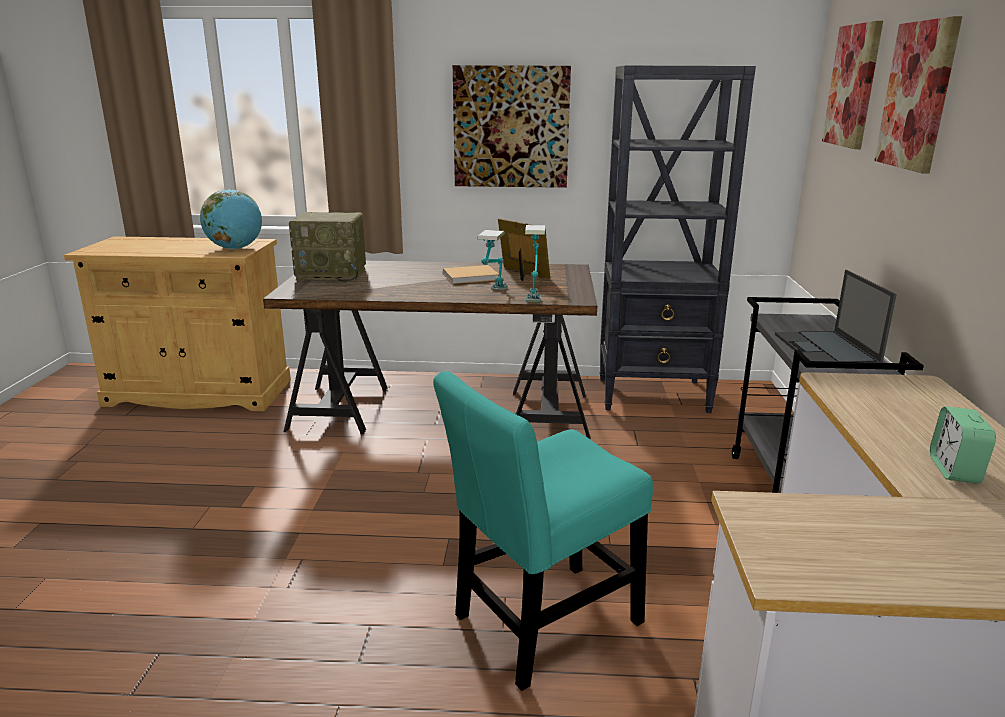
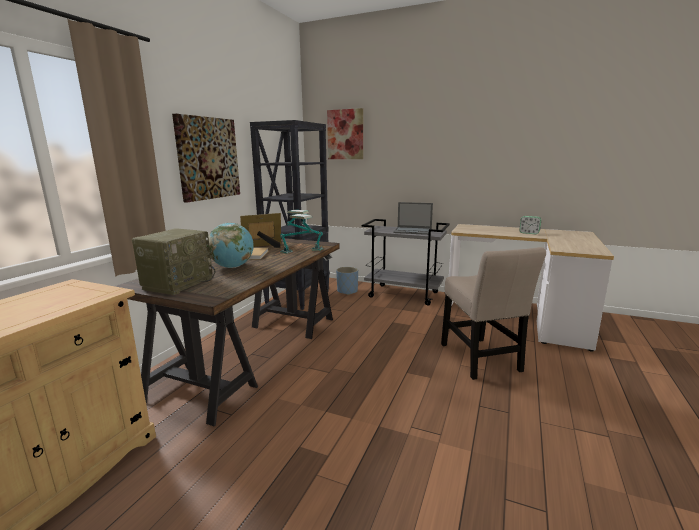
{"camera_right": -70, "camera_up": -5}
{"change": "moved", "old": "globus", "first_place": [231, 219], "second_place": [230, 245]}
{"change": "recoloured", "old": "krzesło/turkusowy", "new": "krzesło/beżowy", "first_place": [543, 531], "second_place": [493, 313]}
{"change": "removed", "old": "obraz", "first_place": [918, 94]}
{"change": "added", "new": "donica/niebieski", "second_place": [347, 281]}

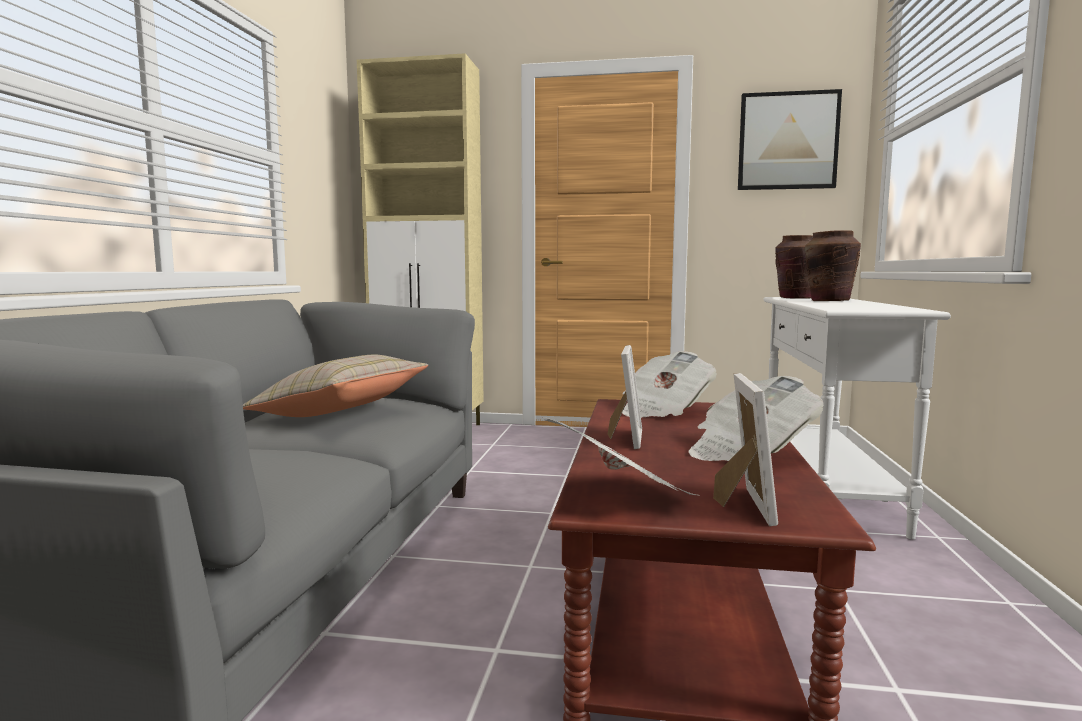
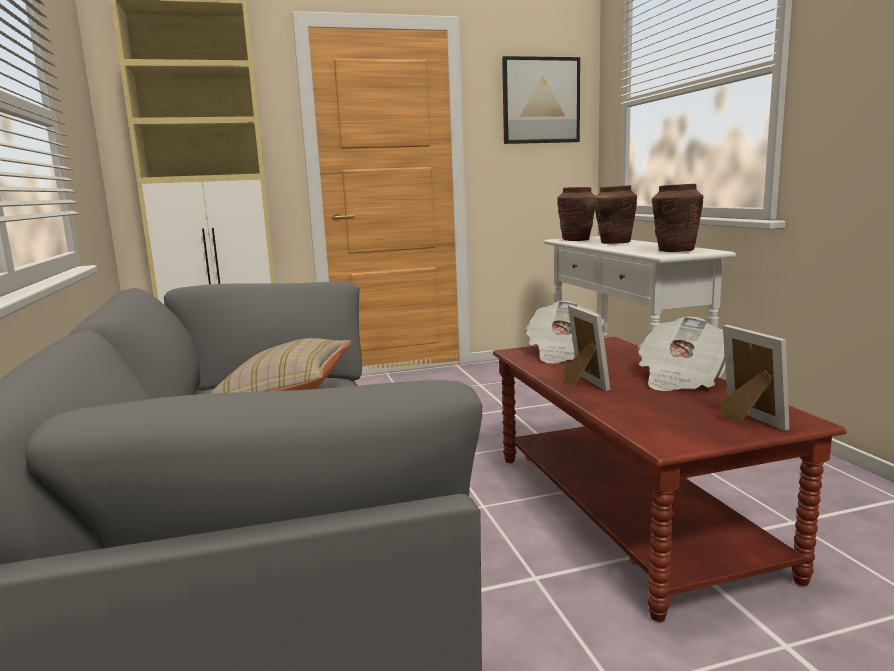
{"camera_right": -25, "camera_up": 5}
{"change": "removed", "old": "gazeta", "first_place": [622, 456]}
{"change": "added", "new": "wazon/brązowy", "second_place": [678, 218]}

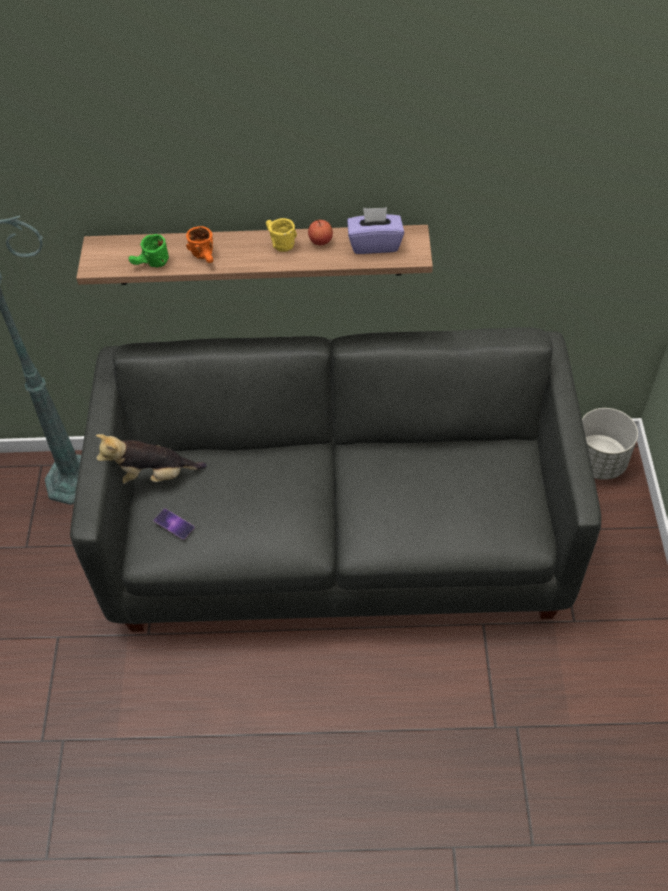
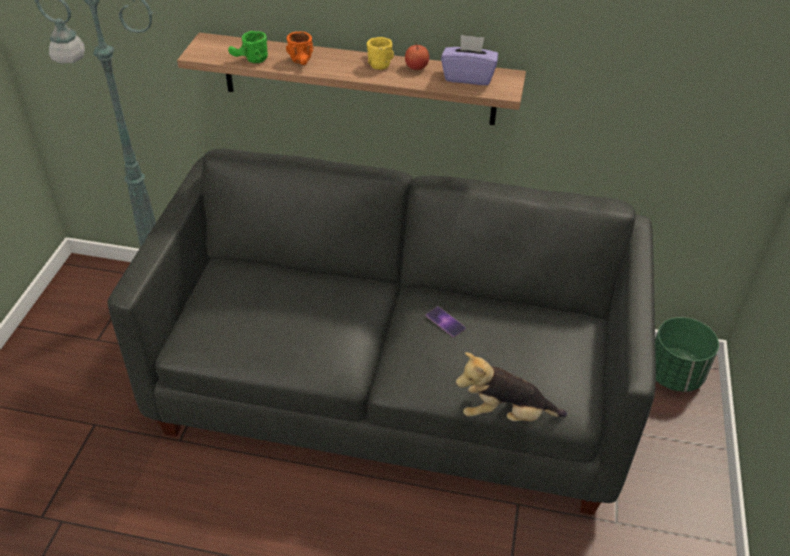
{"camera_right": 10, "camera_up": -10}
{"change": "moved", "old": "pluszak", "first_place": [151, 459], "second_place": [511, 386]}
{"change": "moved", "old": "telefon", "first_place": [174, 524], "second_place": [445, 321]}
{"change": "recoloured", "old": "donica/szary", "new": "donica/zielony", "first_place": [610, 444], "second_place": [687, 354]}

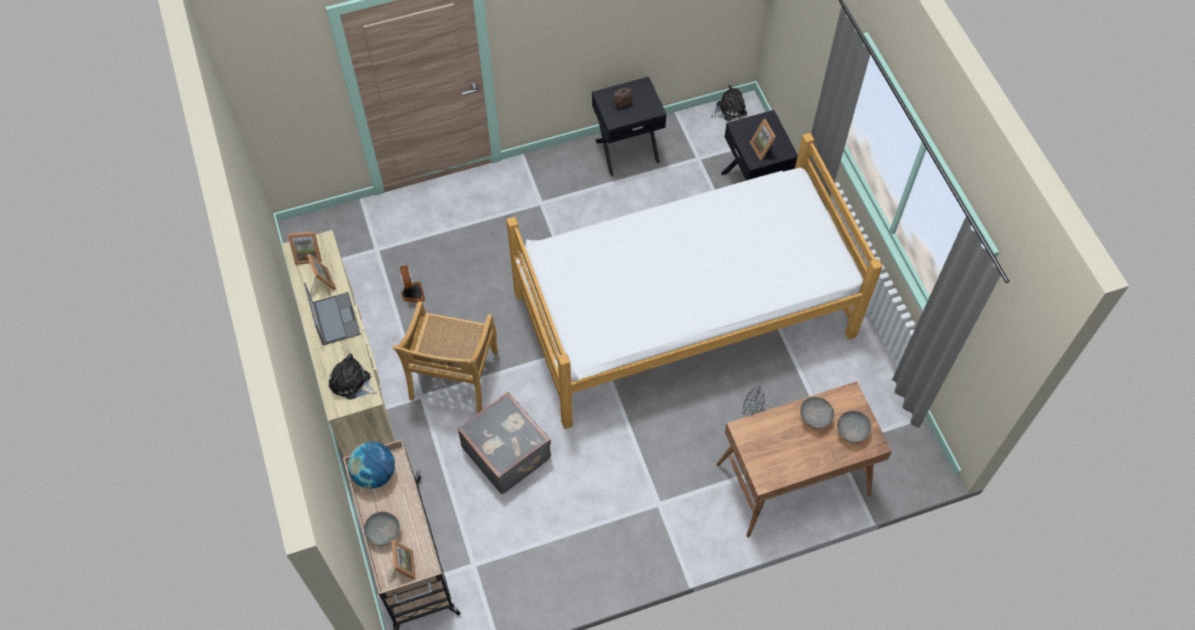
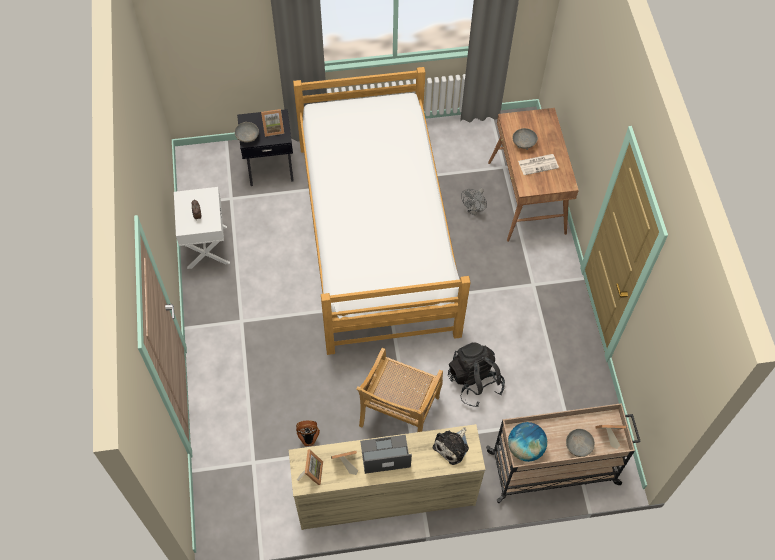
{"camera_right": -80, "camera_up": 0}
{"change": "turned", "old": "krzesło/beżowy", "first_place": [445, 357], "second_place": [399, 390], "degrees": 90}
{"change": "replaced", "old": "walizka/szary", "new": "plecak/czarny", "first_place": [504, 443], "second_place": [476, 374]}
{"change": "recoloured", "old": "szafka nocna/czarny", "new": "szafka nocna/biały", "first_place": [629, 127], "second_place": [202, 228]}
{"change": "removed", "old": "pluszak", "first_place": [729, 103]}
{"change": "moved", "old": "miska/szary", "first_place": [854, 427], "second_place": [247, 132]}
{"change": "added", "new": "gazeta", "second_place": [538, 164]}

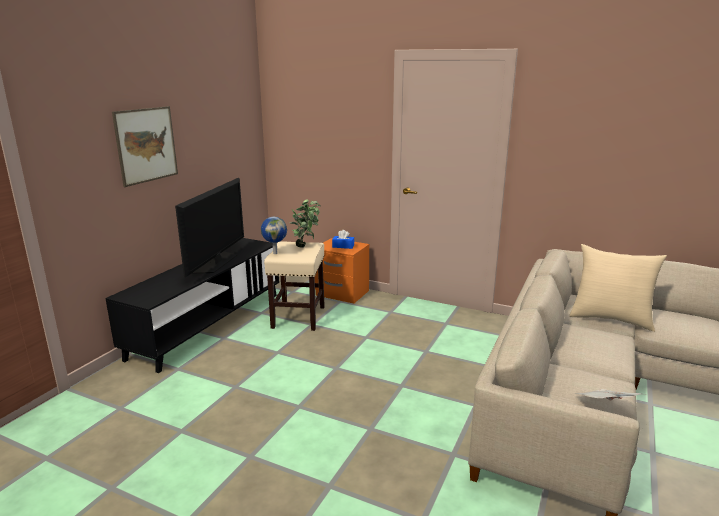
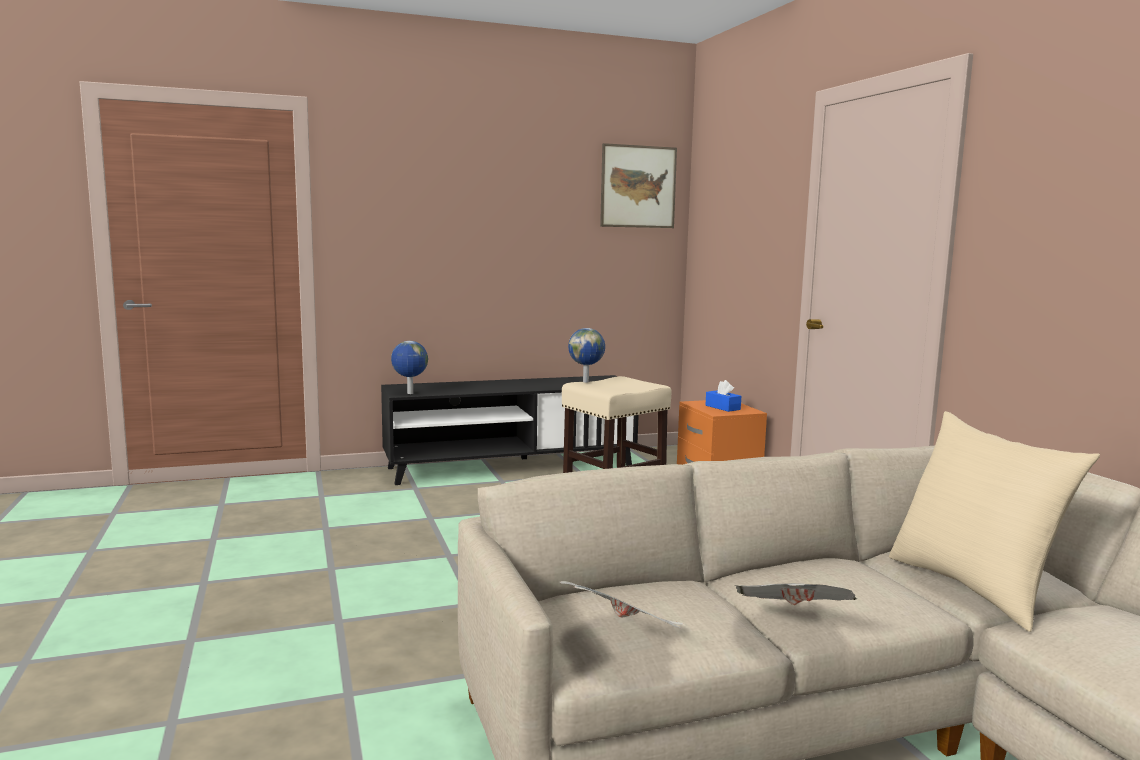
{"camera_right": 45, "camera_up": -10}
{"change": "moved", "old": "obraz", "first_place": [145, 146], "second_place": [638, 185]}
{"change": "removed", "old": "telewizor", "first_place": [209, 227]}
{"change": "removed", "old": "roślina doniczkowa", "first_place": [305, 224]}
{"change": "added", "new": "globus", "second_place": [409, 367]}
{"change": "added", "new": "gazeta", "second_place": [796, 594]}

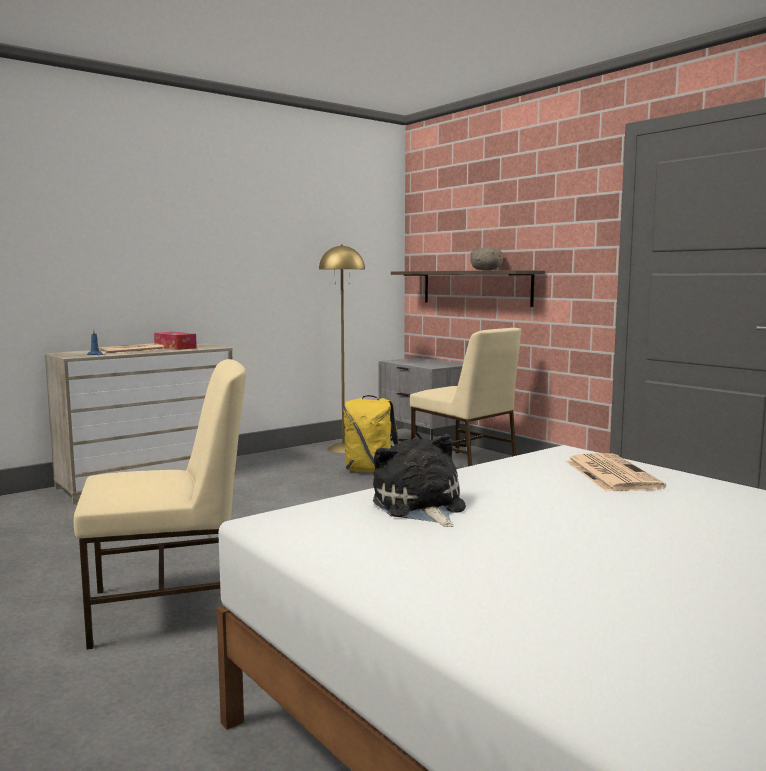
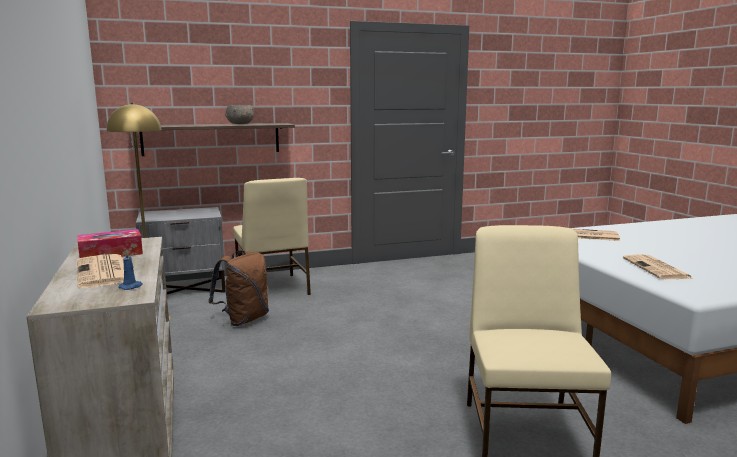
{"camera_right": -70, "camera_up": 5}
{"change": "recoloured", "old": "plecak/żółty", "new": "plecak/brązowy", "first_place": [371, 433], "second_place": [239, 288]}
{"change": "replaced", "old": "pluszak", "new": "gazeta", "first_place": [419, 480], "second_place": [658, 266]}
{"change": "turned", "old": "krzesło/beżowy", "first_place": [465, 397], "second_place": [272, 236], "degrees": 90}

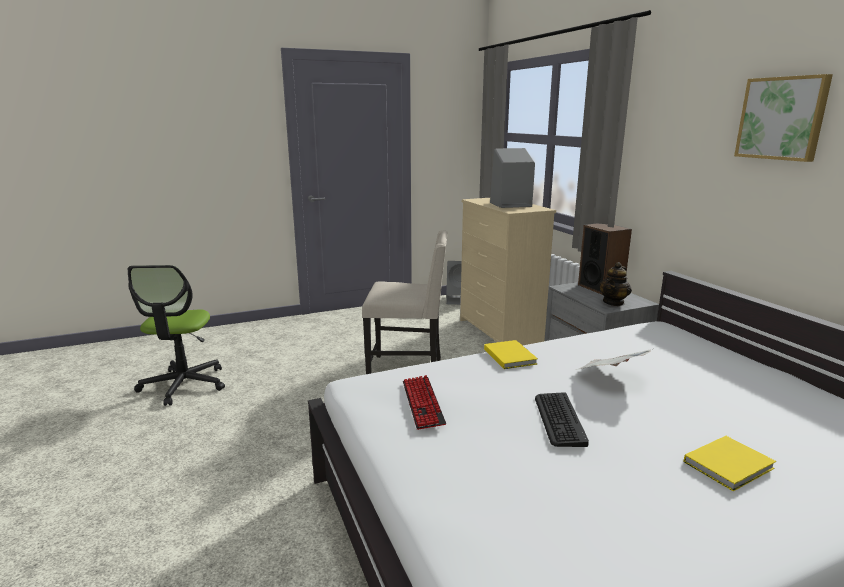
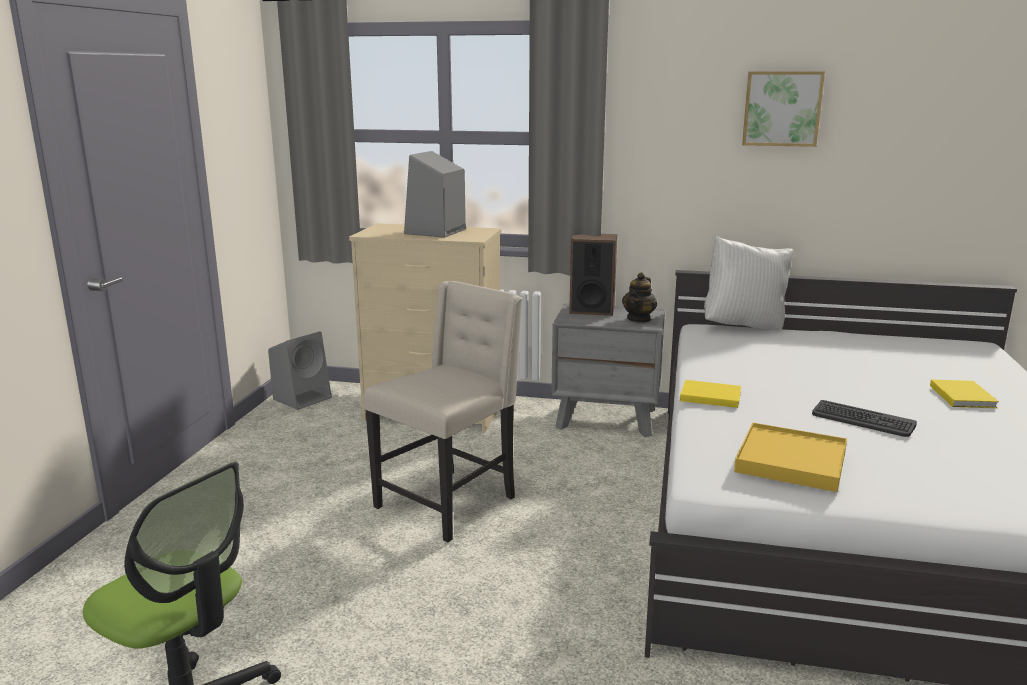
{"camera_right": -55, "camera_up": 0}
{"change": "replaced", "old": "klawiatura", "new": "taca/żółty", "first_place": [424, 402], "second_place": [790, 457]}
{"change": "removed", "old": "gazeta", "first_place": [613, 359]}
{"change": "turned", "old": "imbryk", "first_place": [615, 284], "second_place": [639, 297], "degrees": 45}
{"change": "added", "new": "poduszka/biały", "second_place": [748, 283]}

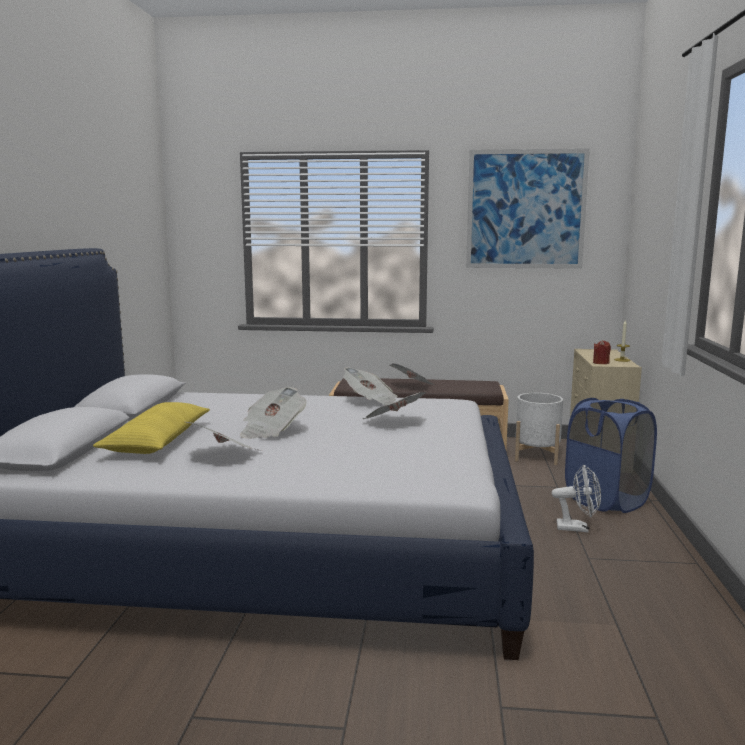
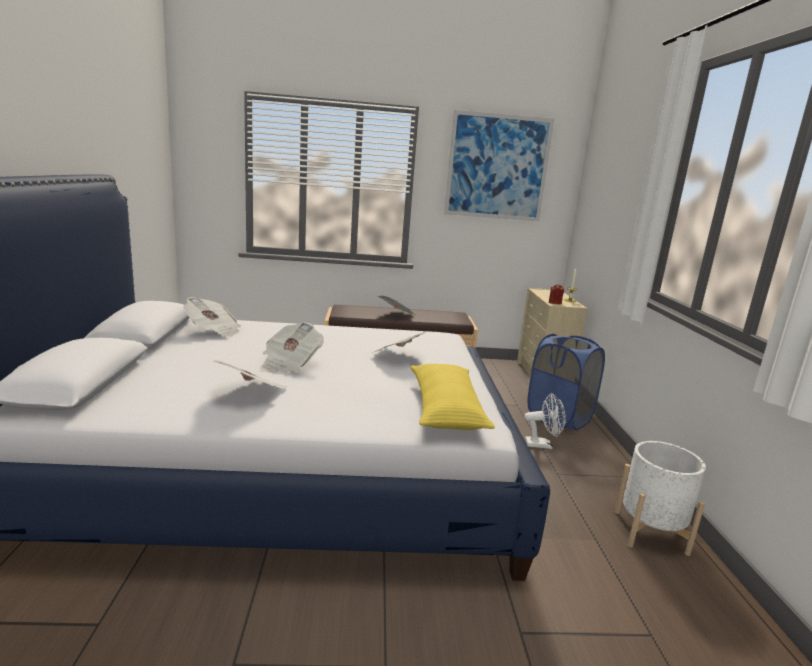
{"camera_right": -10, "camera_up": 5}
{"change": "moved", "old": "poduszka/żółty", "first_place": [151, 428], "second_place": [452, 397]}
{"change": "moved", "old": "gazeta", "first_place": [370, 386], "second_place": [212, 317]}
{"change": "moved", "old": "donica/biały", "first_place": [539, 429], "second_place": [660, 498]}

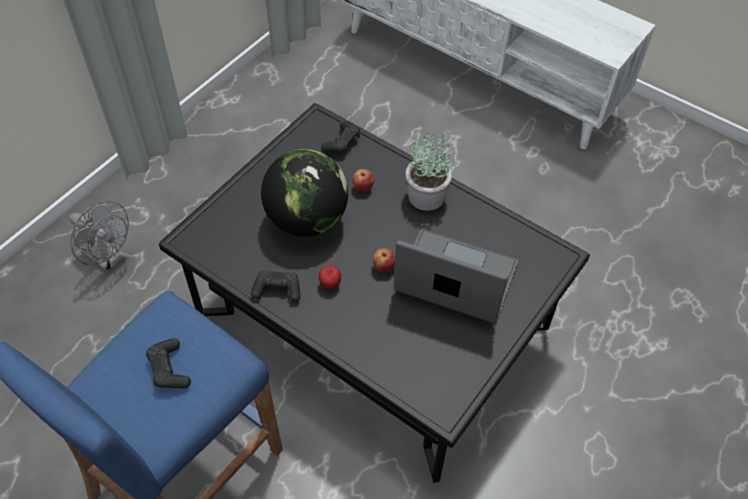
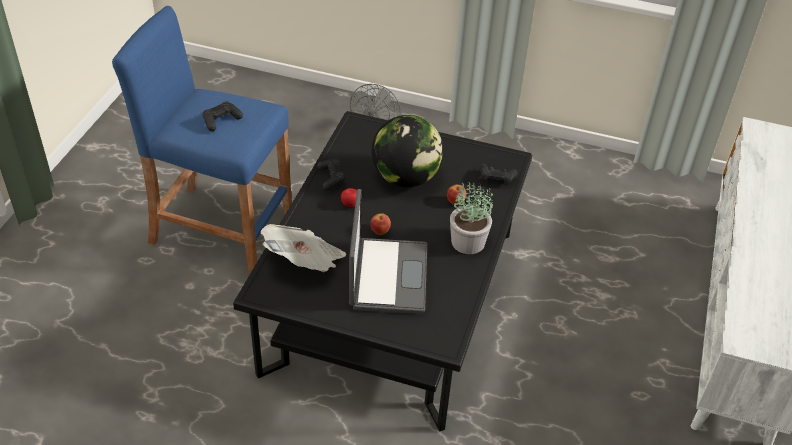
{"camera_right": 70, "camera_up": -10}
{"change": "added", "new": "gazeta", "second_place": [303, 248]}

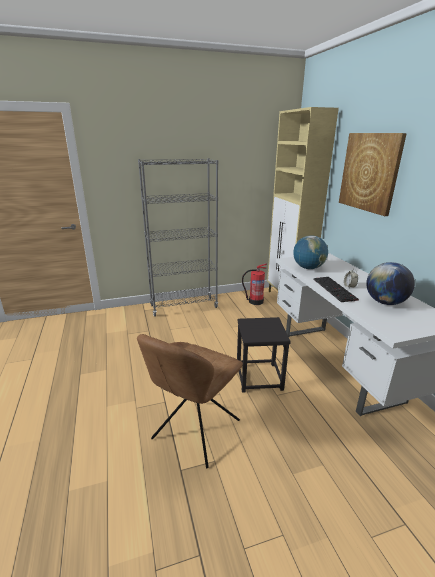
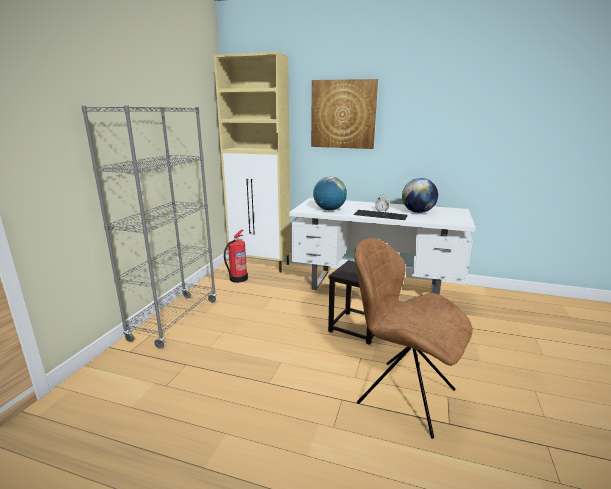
{"camera_right": -55, "camera_up": -5}
{"change": "turned", "old": "krzesło/brązowy", "first_place": [190, 401], "second_place": [413, 338], "degrees": 150}

